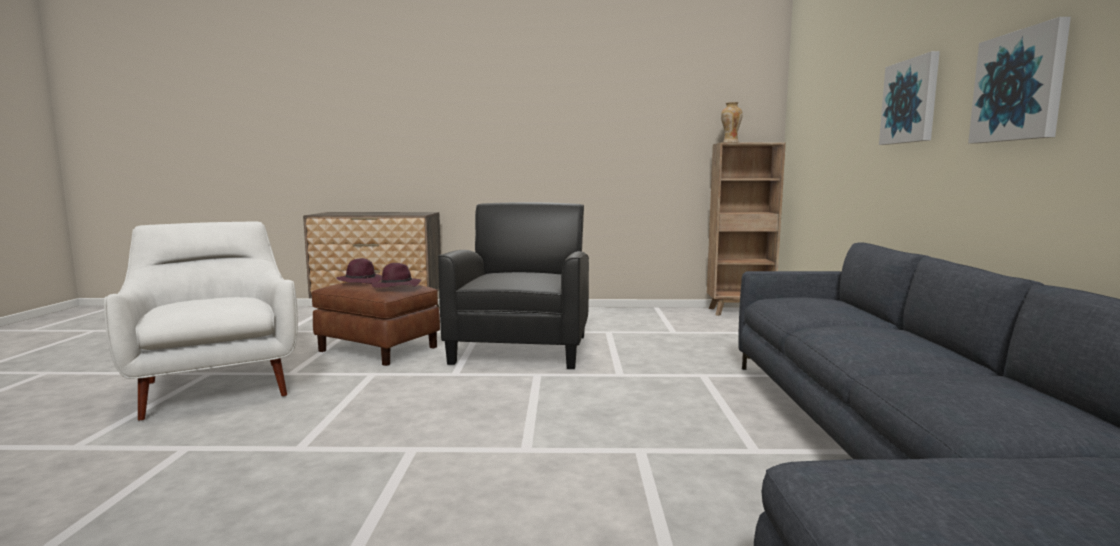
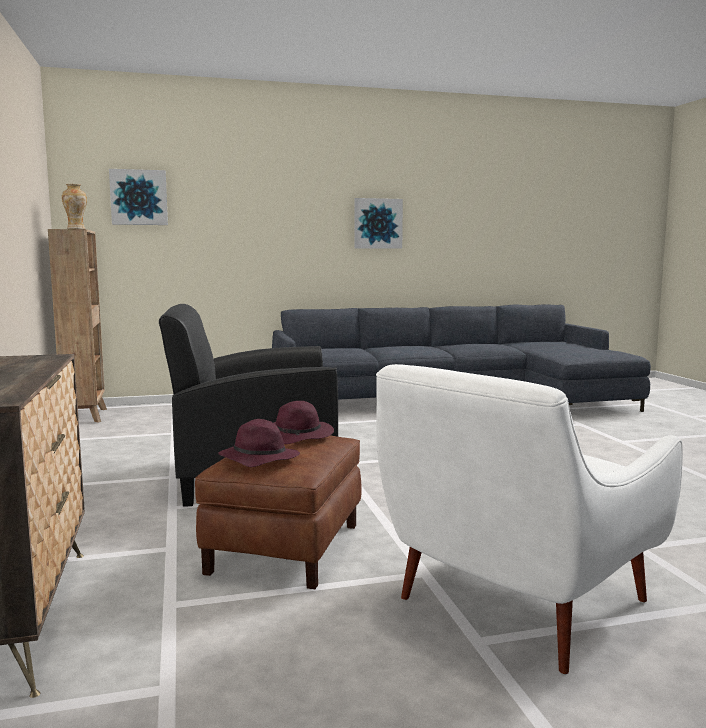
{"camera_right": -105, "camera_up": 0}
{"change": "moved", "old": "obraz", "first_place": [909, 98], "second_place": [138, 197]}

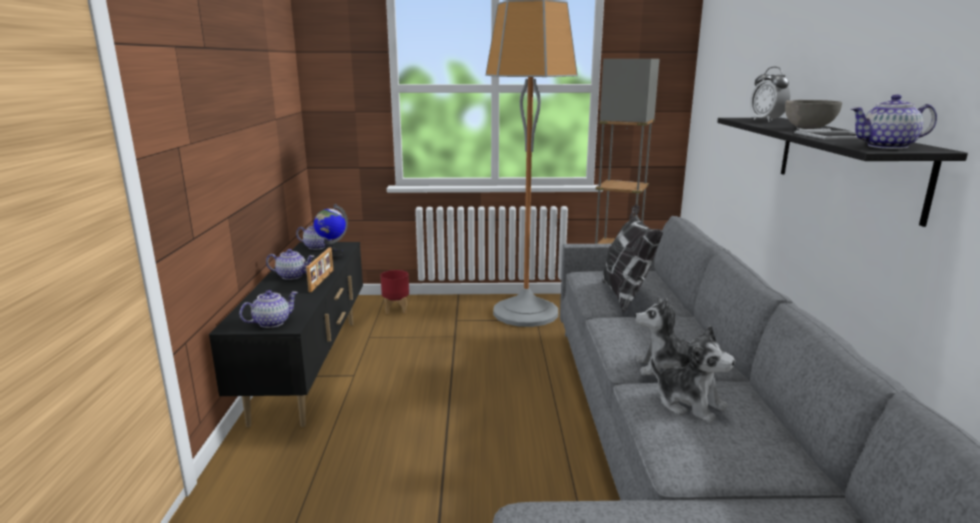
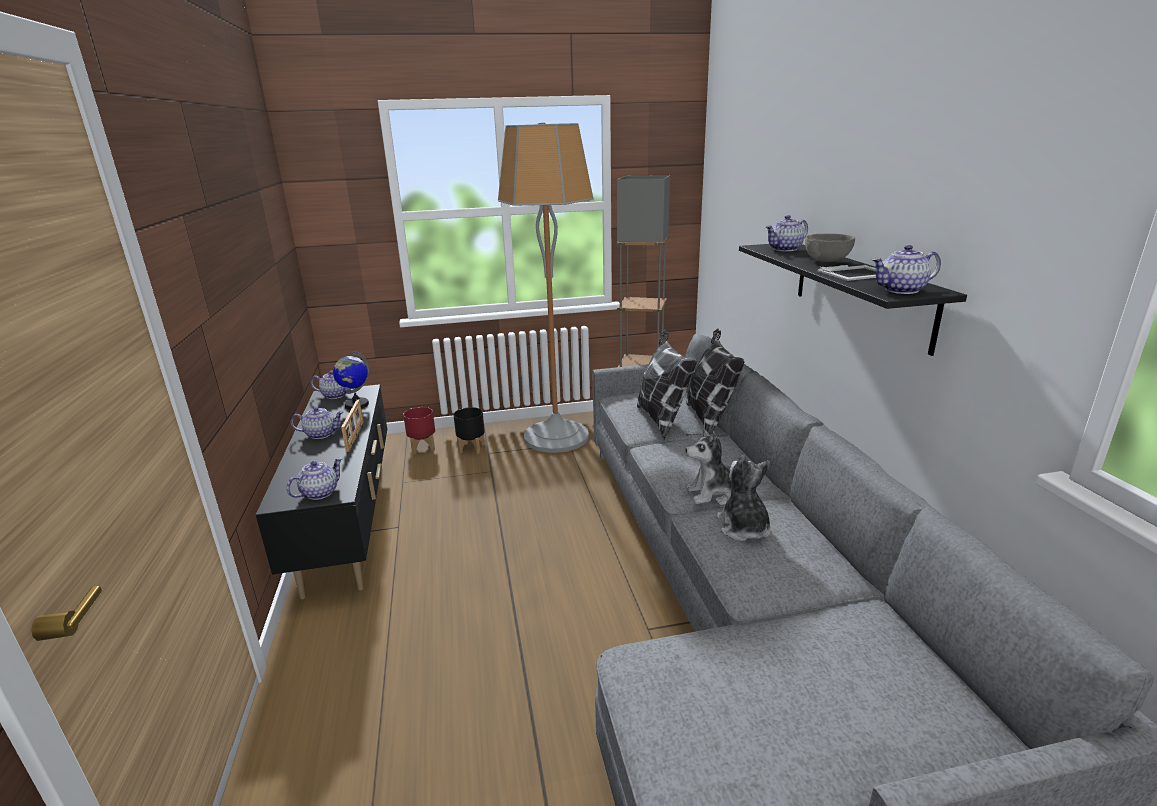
{"camera_right": -10, "camera_up": 5}
{"change": "turned", "old": "pluszak", "first_place": [693, 374], "second_place": [744, 498], "degrees": -135}
{"change": "replaced", "old": "budzik", "new": "imbryk", "first_place": [770, 94], "second_place": [786, 233]}
{"change": "added", "new": "donica/czarny", "second_place": [469, 430]}
{"change": "added", "new": "poduszka", "second_place": [715, 381]}

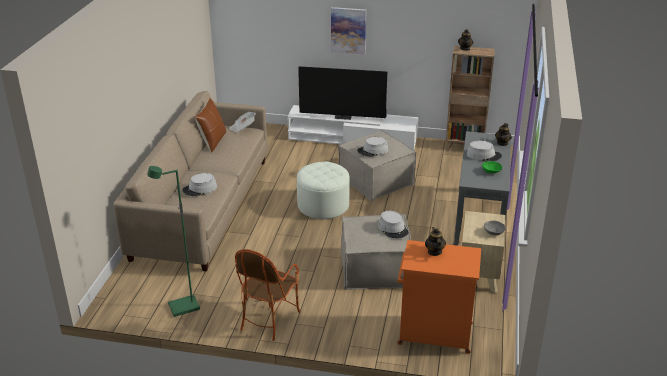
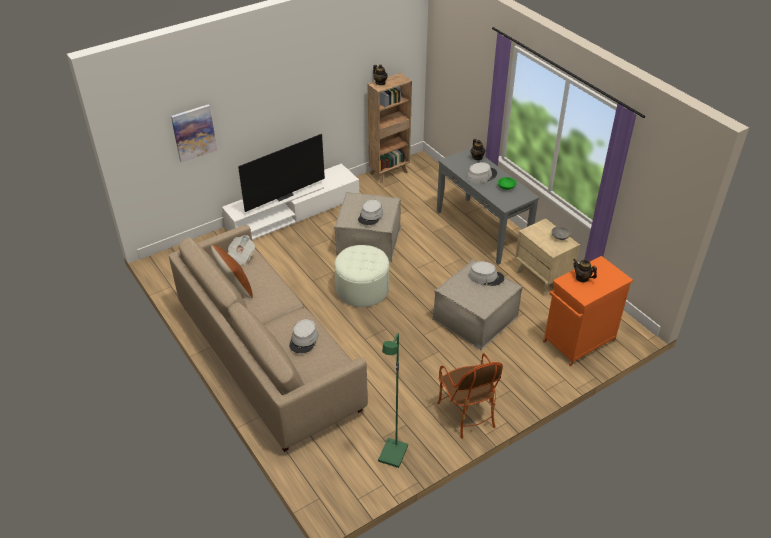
{"camera_right": -45, "camera_up": 10}
{"change": "moved", "old": "obraz", "first_place": [348, 31], "second_place": [194, 133]}

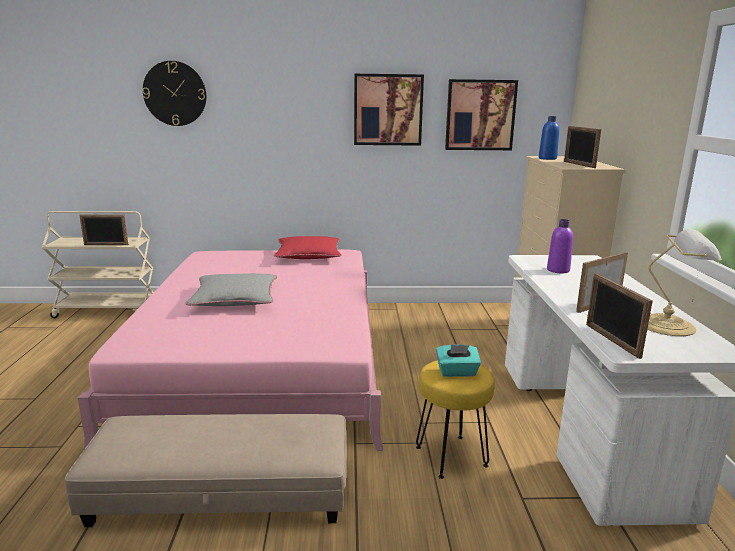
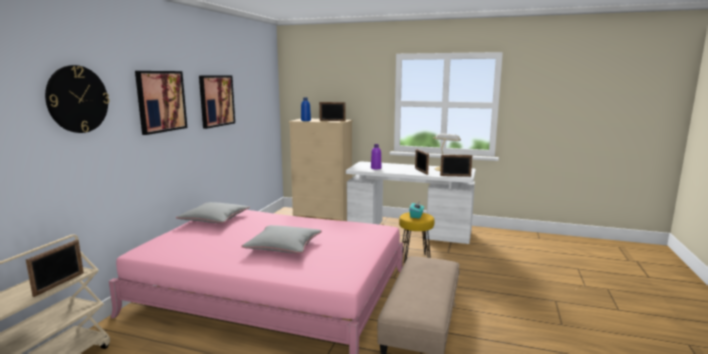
{"camera_right": -70, "camera_up": -5}
{"change": "recoloured", "old": "poduszka/czerwony", "new": "poduszka/szary", "first_place": [307, 247], "second_place": [213, 212]}
{"change": "moved", "old": "obraz", "first_place": [481, 114], "second_place": [161, 103]}

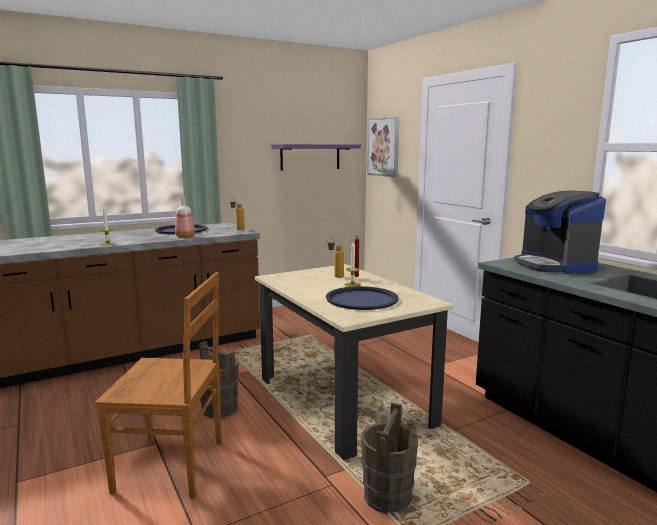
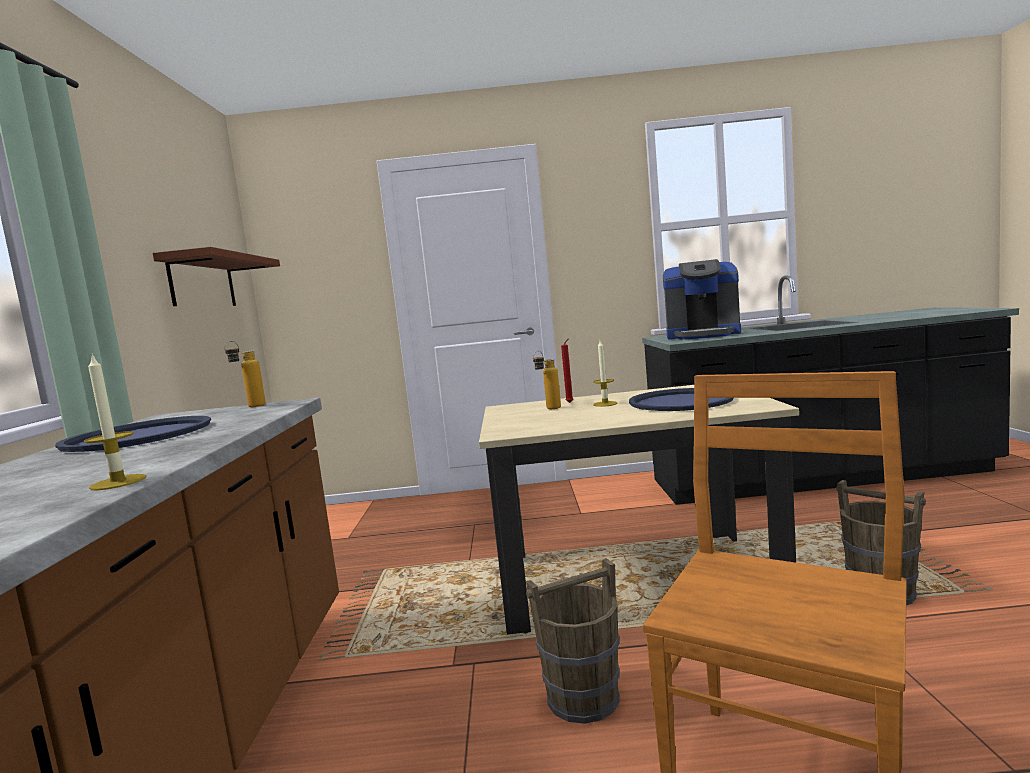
{"camera_right": -60, "camera_up": -5}
{"change": "removed", "old": "butelka", "first_place": [185, 217]}
{"change": "recoloured", "old": "półka/fioletowy", "new": "półka/brązowy", "first_place": [316, 157], "second_place": [216, 276]}
{"change": "removed", "old": "obraz", "first_place": [383, 147]}

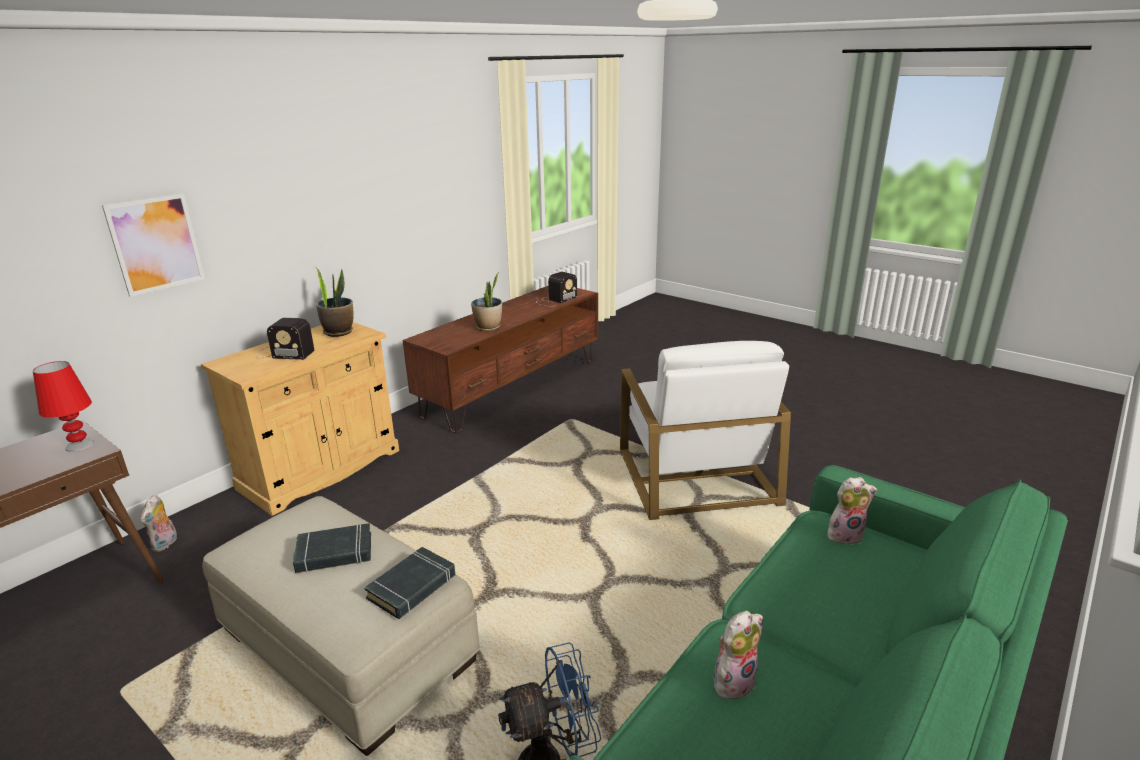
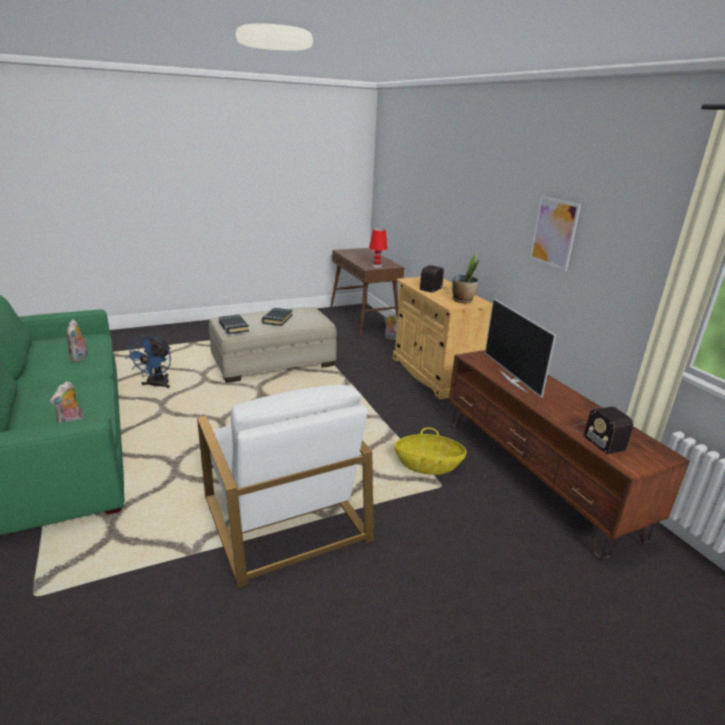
{"camera_right": 115, "camera_up": 0}
{"change": "moved", "old": "obraz", "first_place": [153, 245], "second_place": [555, 233]}
{"change": "replaced", "old": "roślina doniczkowa", "new": "telewizor", "first_place": [486, 301], "second_place": [520, 348]}
{"change": "turned", "old": "fotel/biały", "first_place": [705, 430], "second_place": [285, 486], "degrees": -135}
{"change": "added", "new": "koszyk", "second_place": [431, 451]}

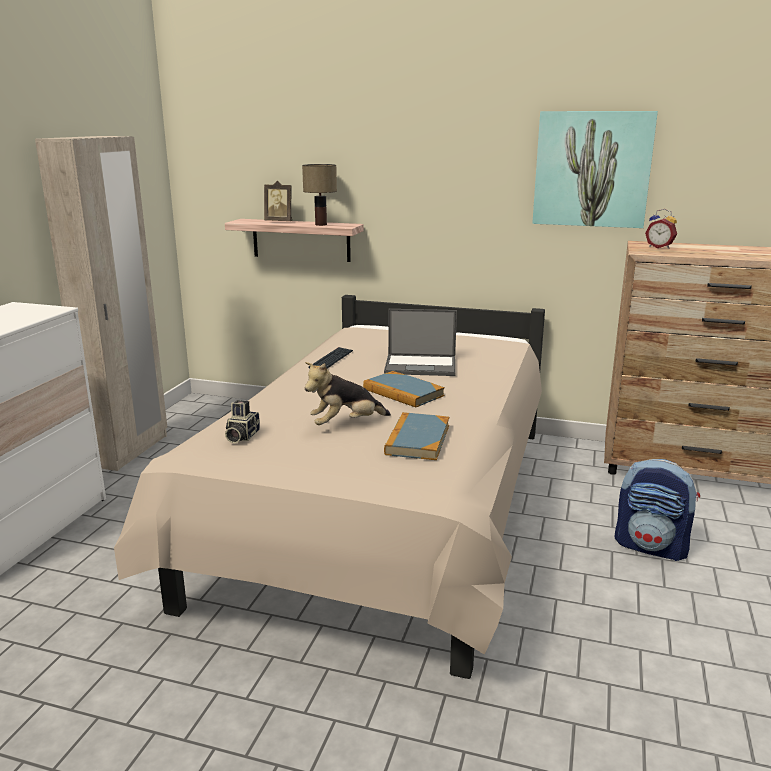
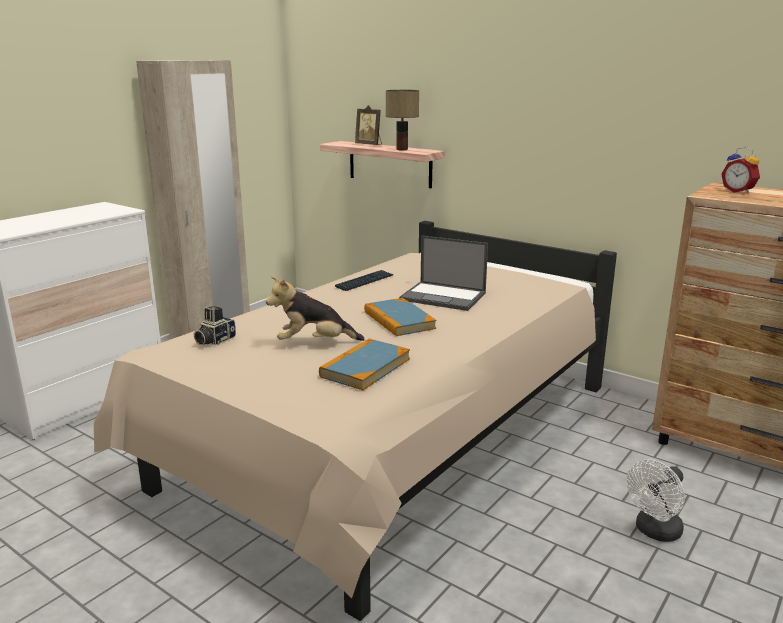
{"camera_right": 20, "camera_up": 0}
{"change": "removed", "old": "obraz", "first_place": [595, 169]}
{"change": "replaced", "old": "plecak", "new": "wentylator/biały", "first_place": [657, 510], "second_place": [656, 501]}

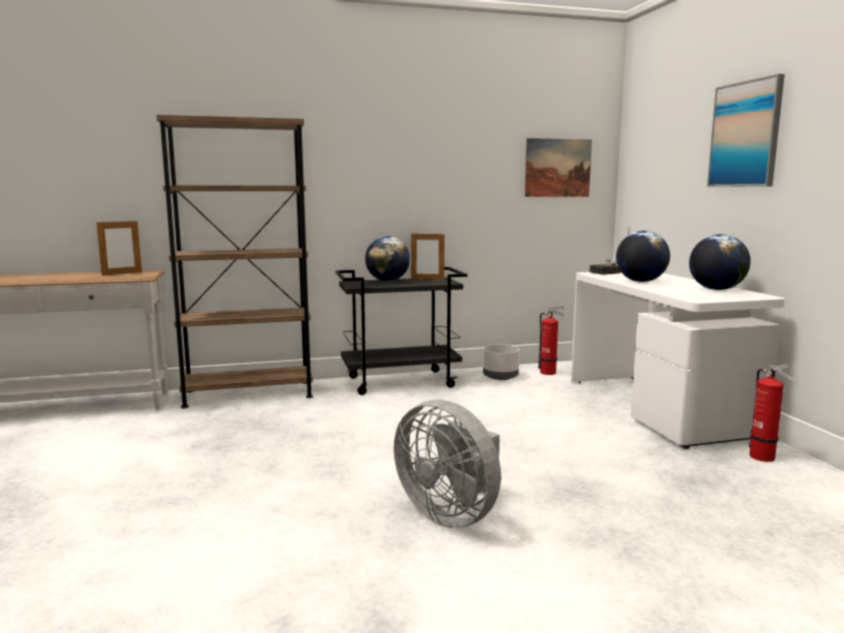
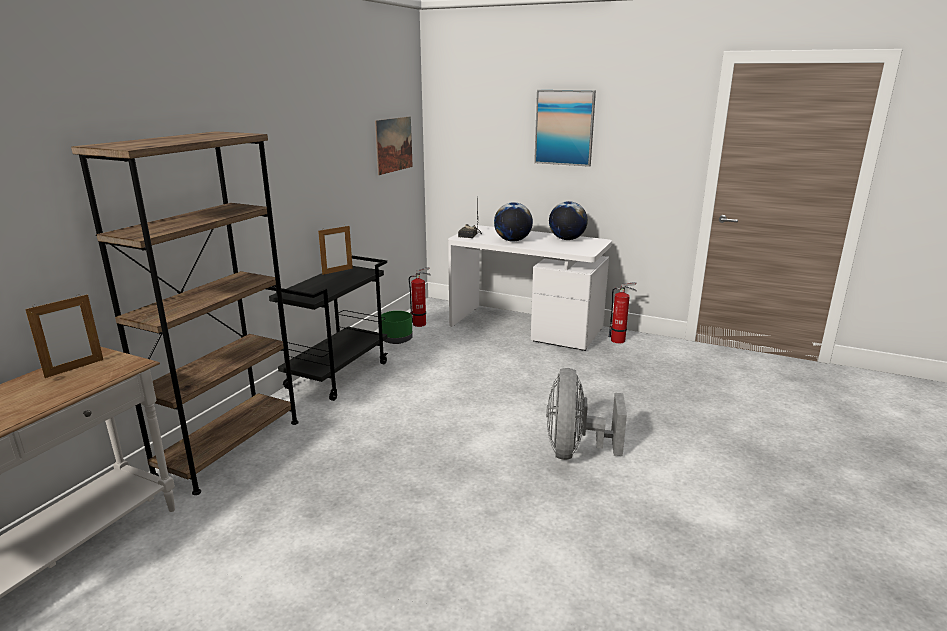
{"camera_right": -50, "camera_up": 10}
{"change": "turned", "old": "ramka na zdjęcie", "first_place": [119, 247], "second_place": [64, 336], "degrees": 45}
{"change": "removed", "old": "globus", "first_place": [387, 258]}
{"change": "turned", "old": "wentylator/szary", "first_place": [447, 464], "second_place": [586, 414], "degrees": 105}
{"change": "recoloured", "old": "donica/szary", "new": "donica/zielony", "first_place": [501, 362], "second_place": [397, 327]}

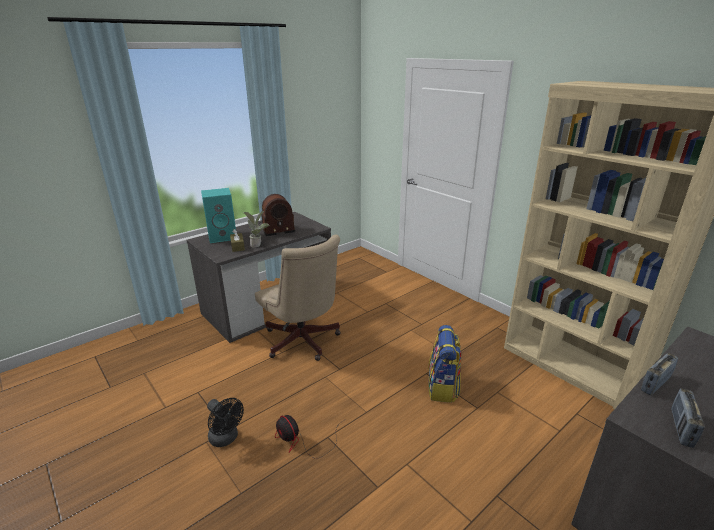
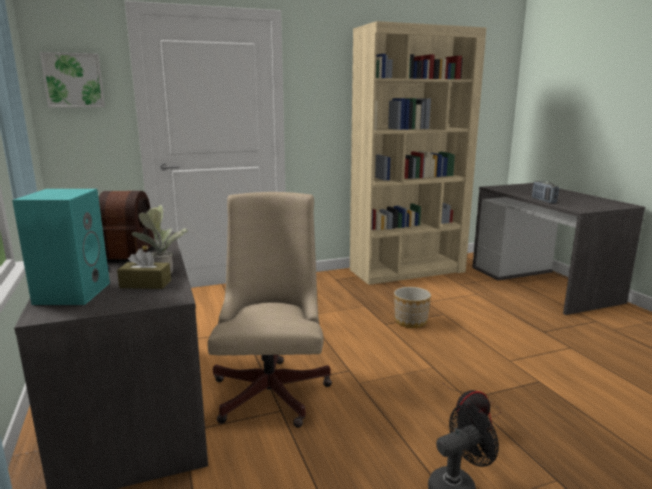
{"camera_right": -70, "camera_up": -10}
{"change": "turned", "old": "krzesło biurowe/beżowy", "first_place": [298, 297], "second_place": [270, 310], "degrees": -75}
{"change": "replaced", "old": "plecak", "new": "donica", "first_place": [444, 364], "second_place": [412, 307]}
{"change": "removed", "old": "radio", "first_place": [688, 418]}
{"change": "added", "new": "obraz", "second_place": [72, 80]}

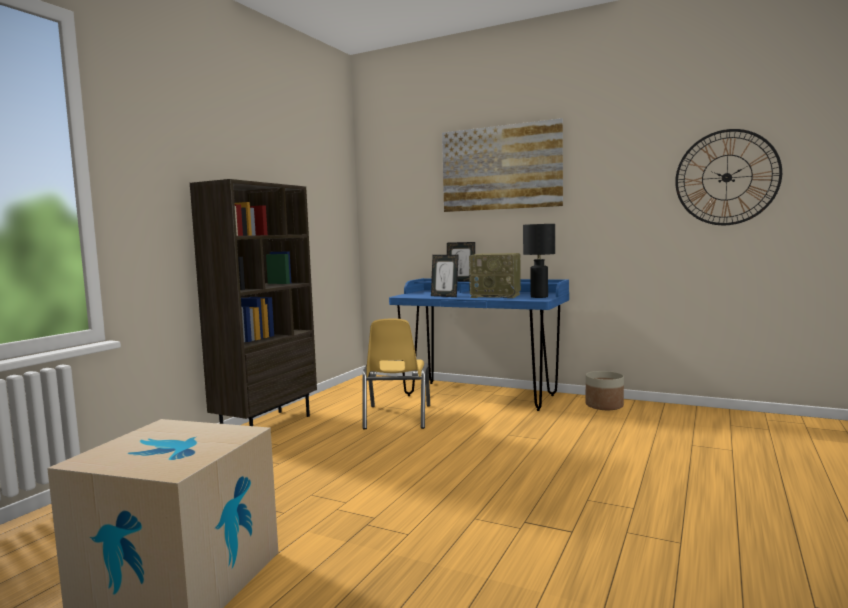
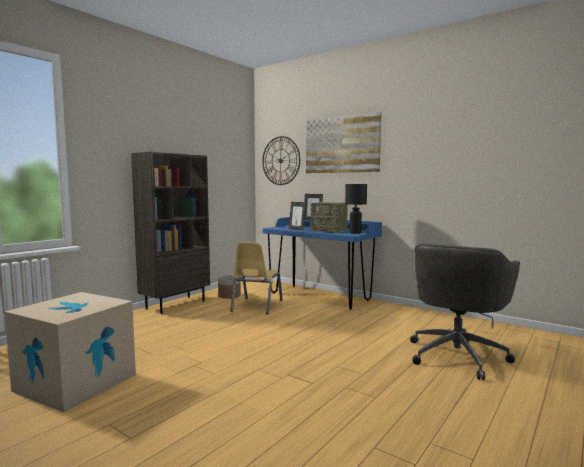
{"camera_right": 10, "camera_up": 0}
{"change": "moved", "old": "donica", "first_place": [605, 390], "second_place": [229, 287]}
{"change": "moved", "old": "zegar ścienny", "first_place": [728, 177], "second_place": [281, 160]}
{"change": "added", "new": "krzesło biurowe/szary", "second_place": [465, 312]}

